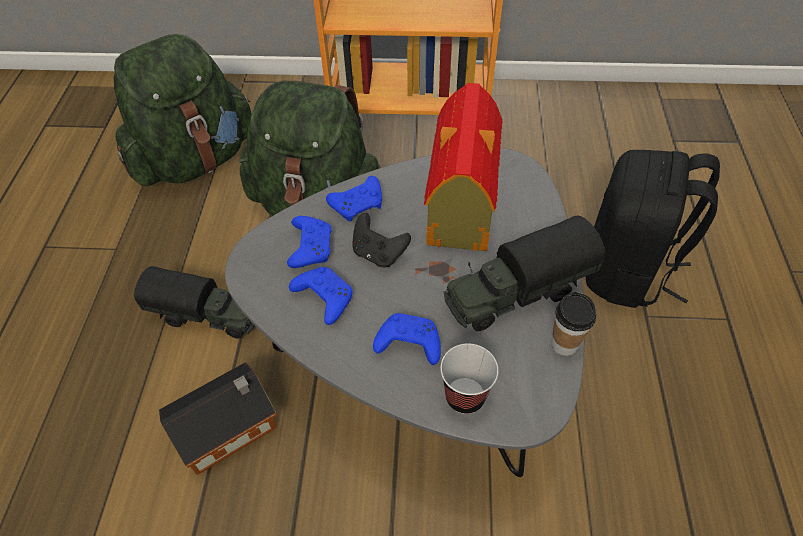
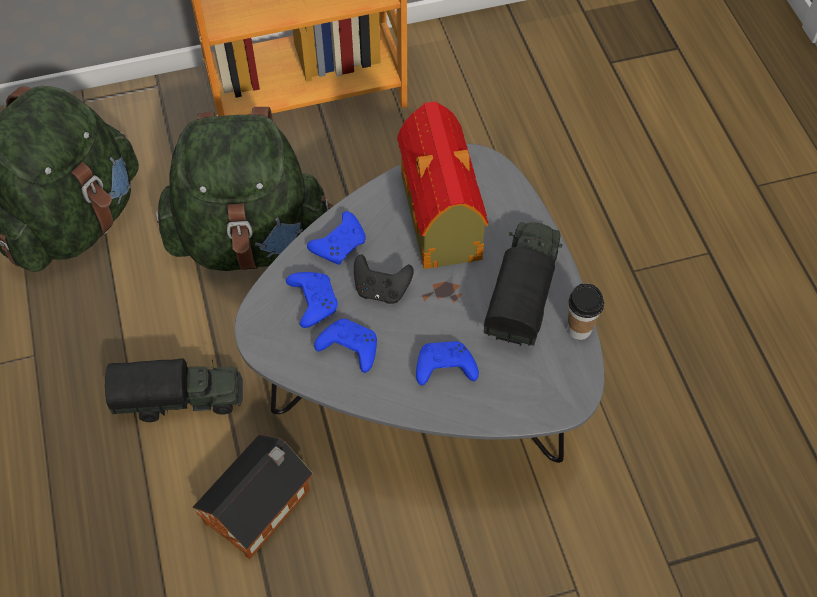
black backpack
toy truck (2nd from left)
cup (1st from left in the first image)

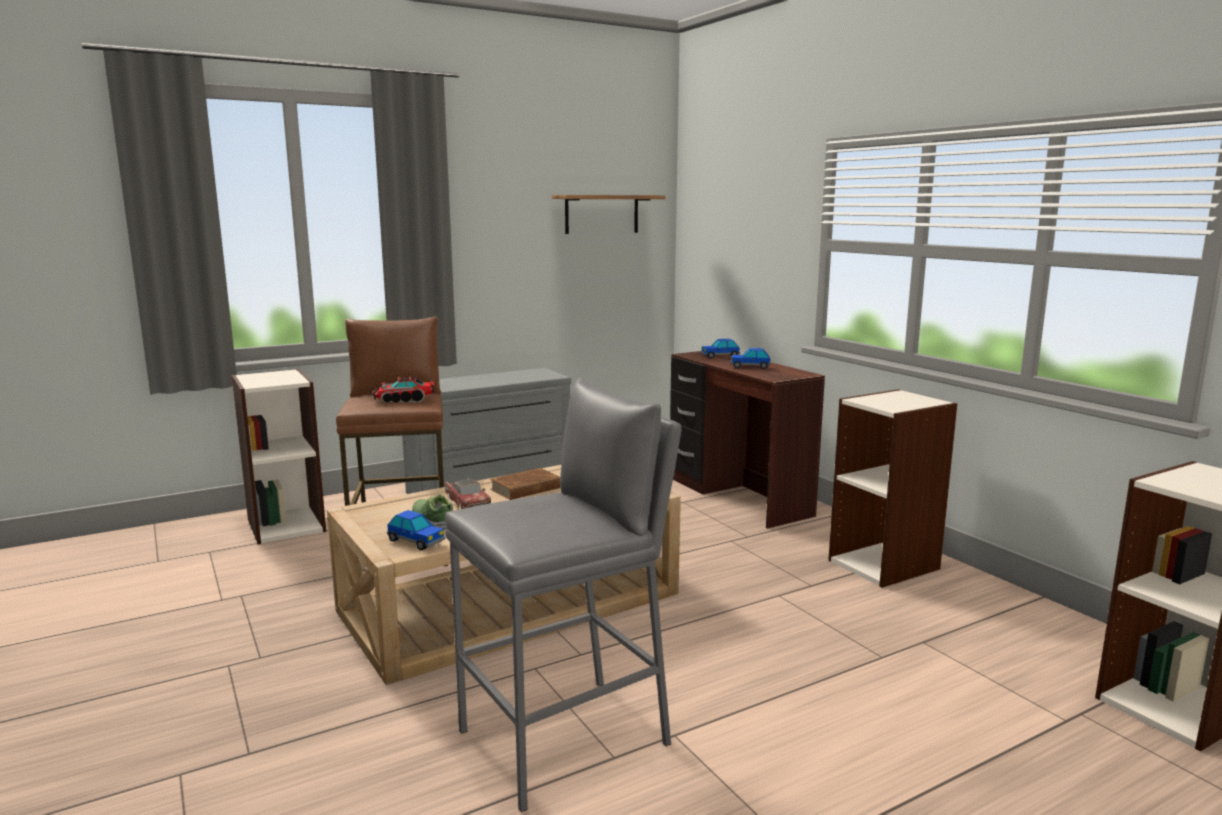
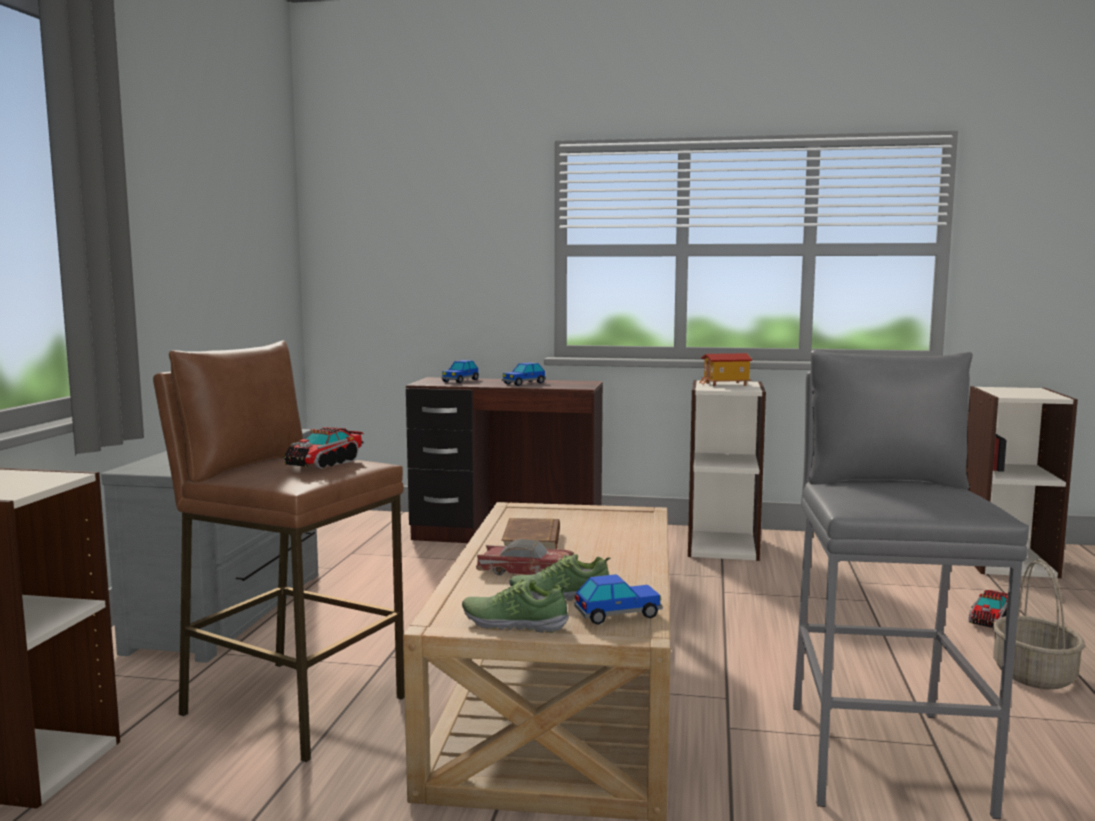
shelf
toy house
basket
shoe (1st from left)
toy truck (2nd from left)

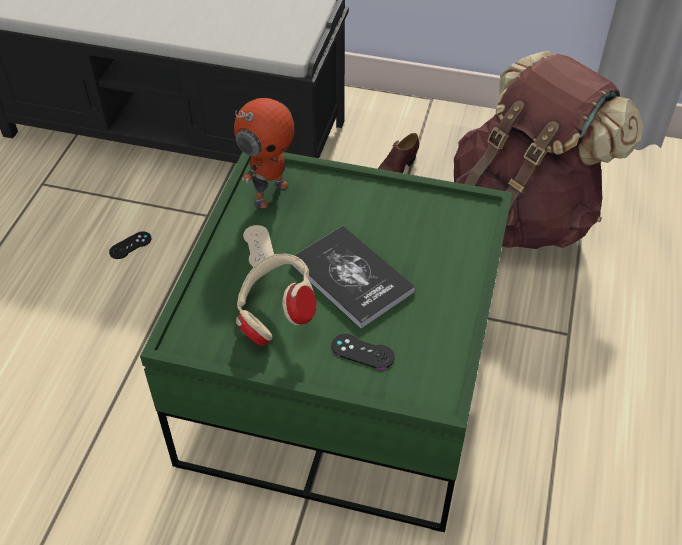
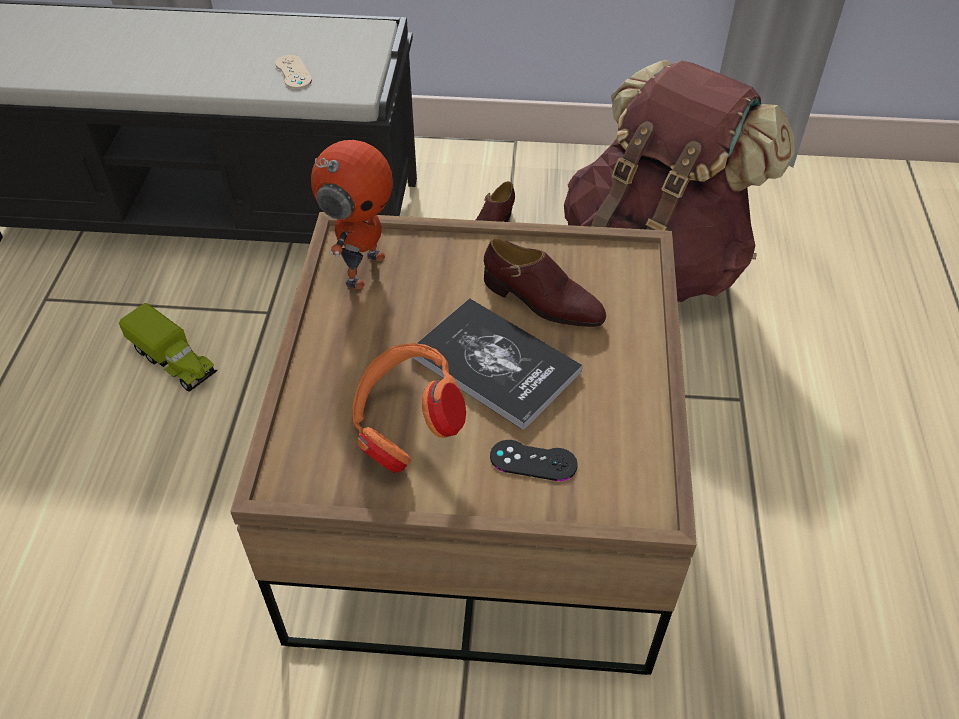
brown coffee table
beige game controller
toy truck
orange headphones
brown shoe (2nd from left)

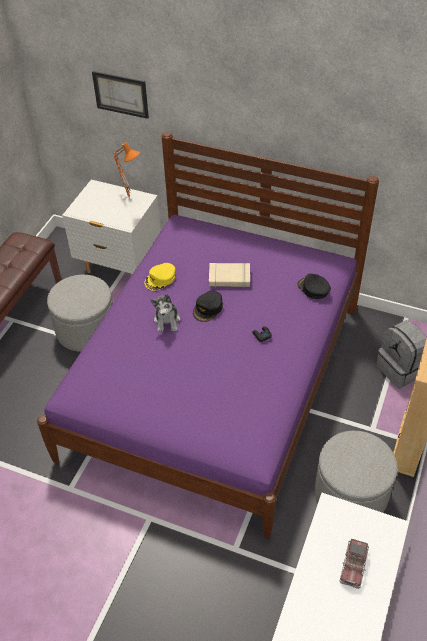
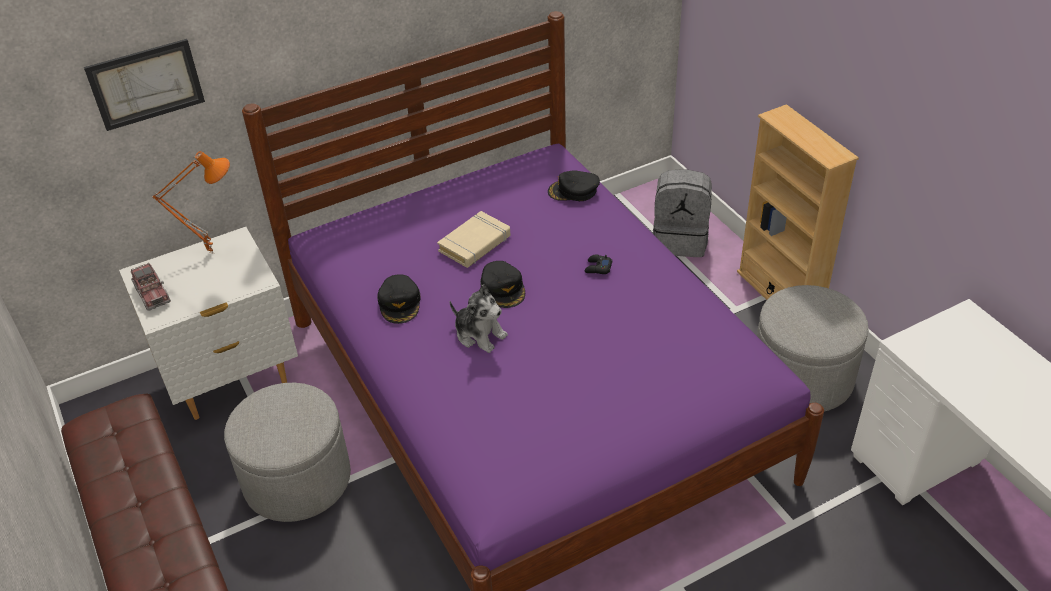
black cap (1st from left)
toy truck

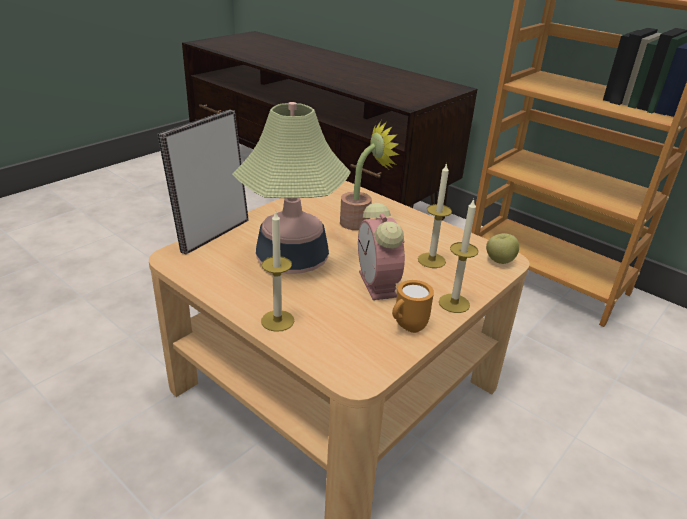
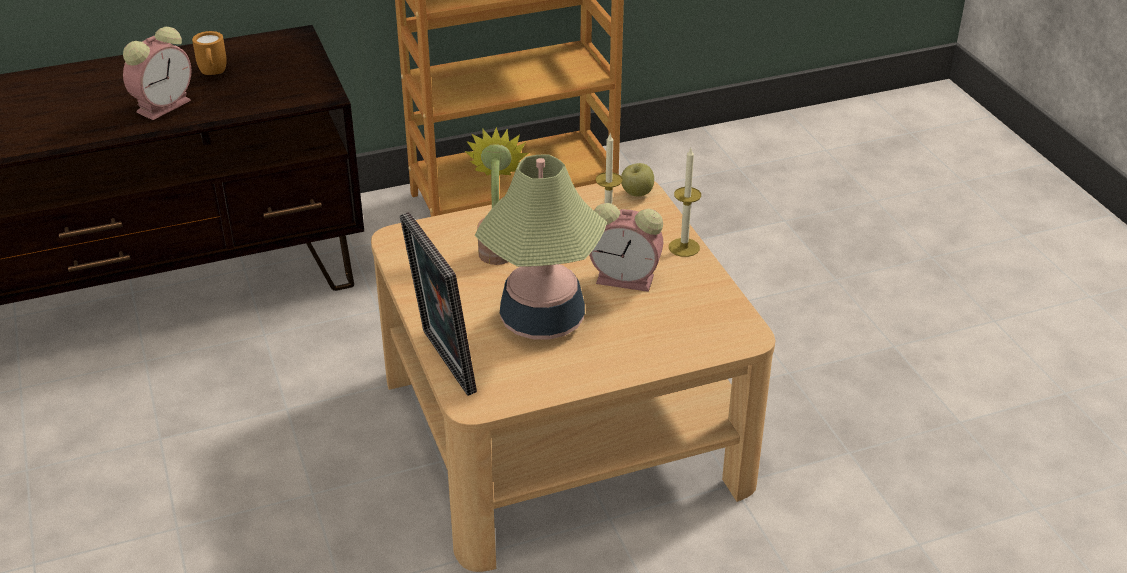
candle (1st from left in the first image)
orange mug
alarm clock (1st from left)

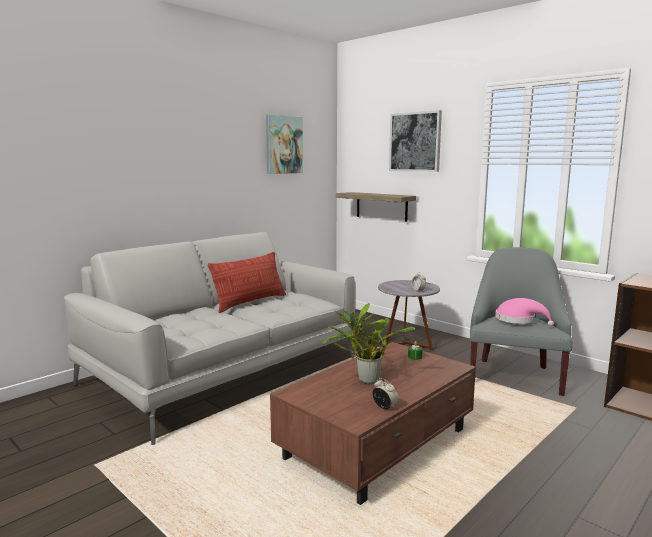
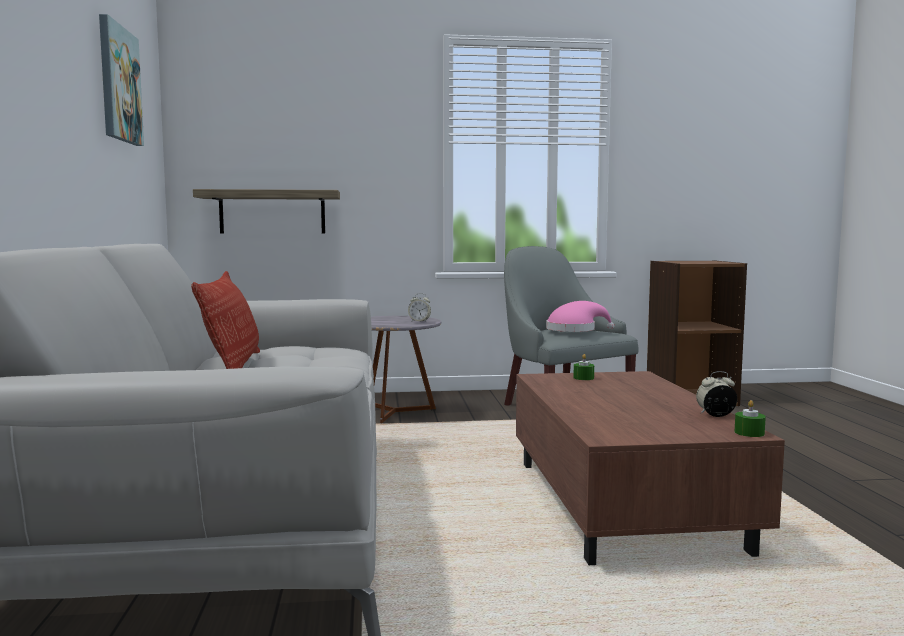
picture (2nd from left in the first image)
potted plant
green candle (2nd from left)

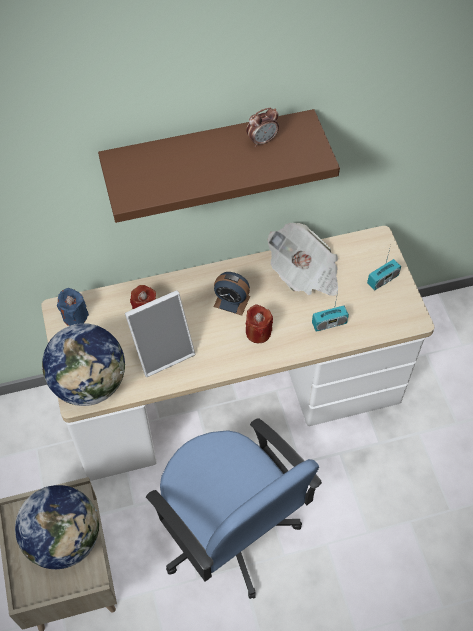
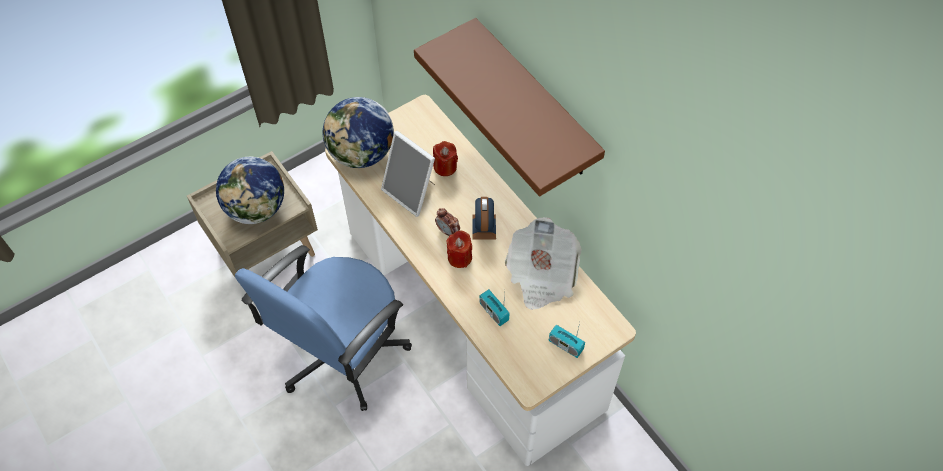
alarm clock (1st from left)
blue candle

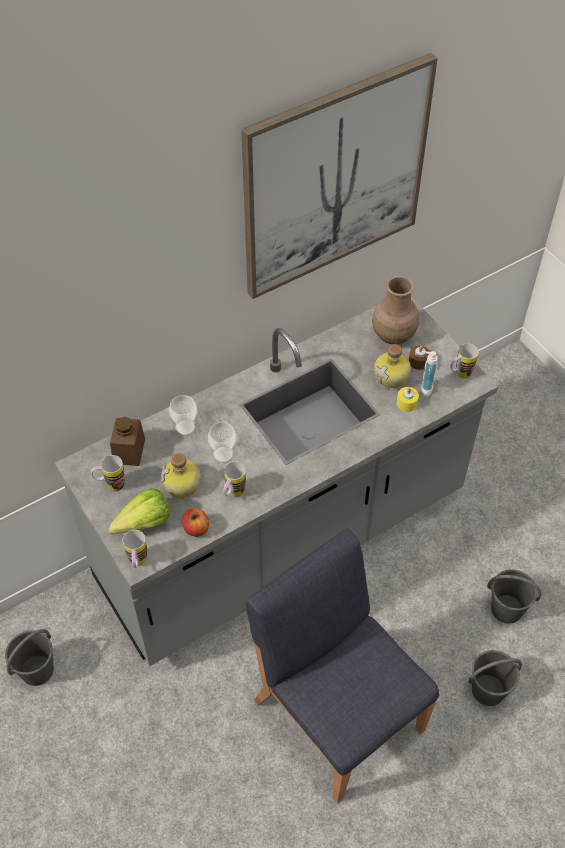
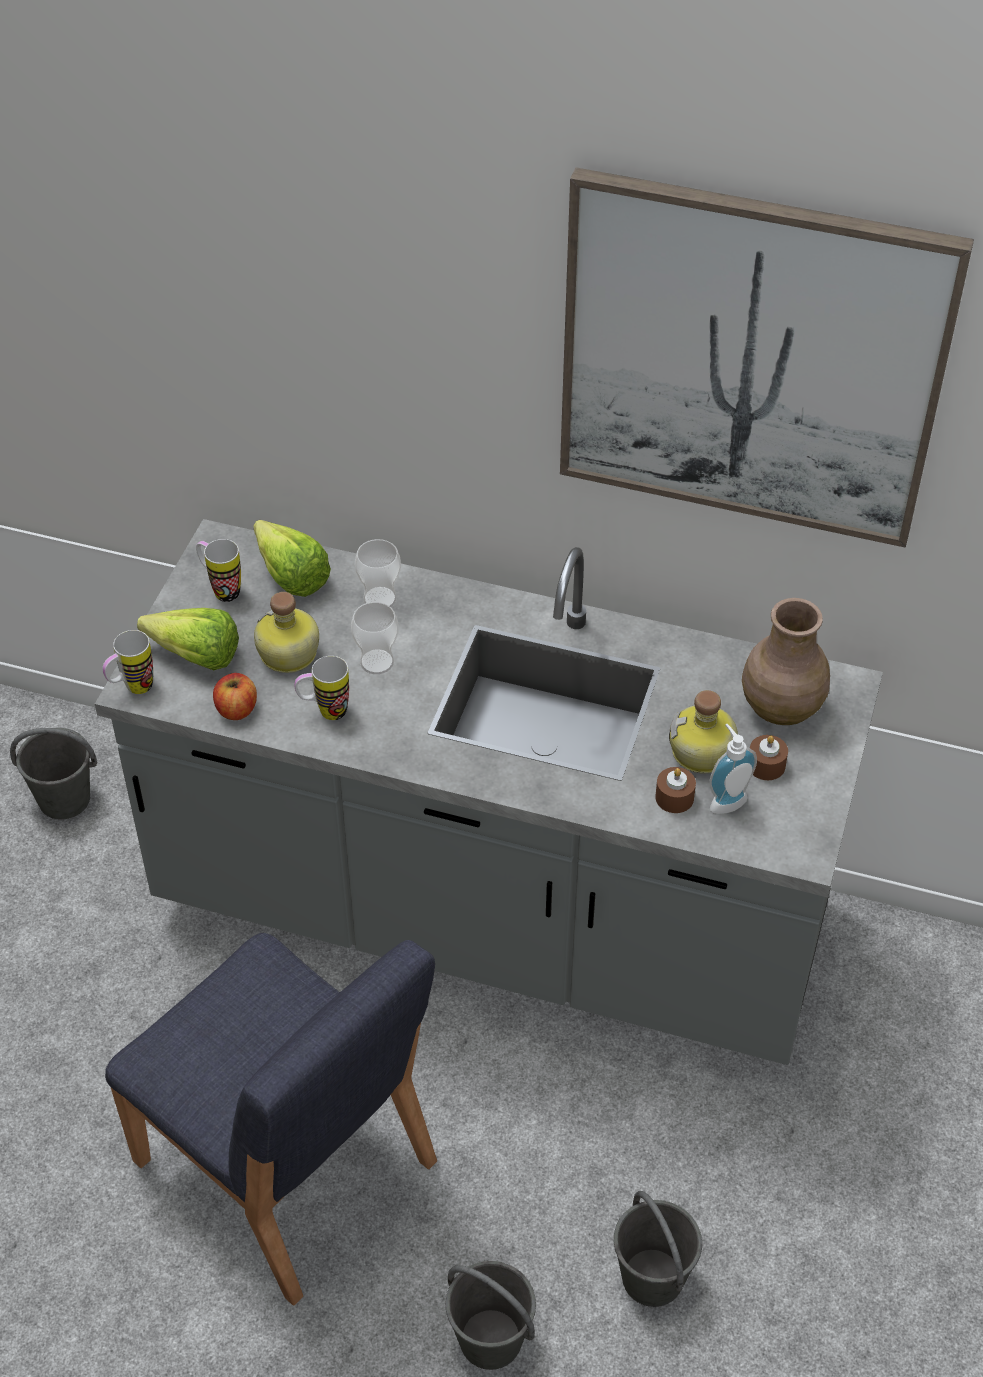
mug (4th from left in the first image)
brown candle (1st from left)
lettuce (2nd from left)
blue chair

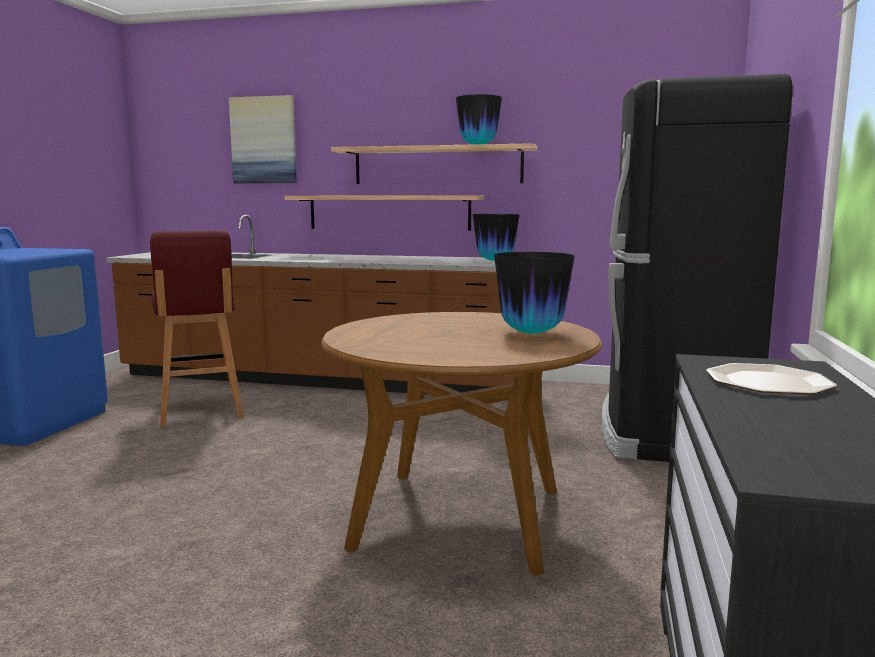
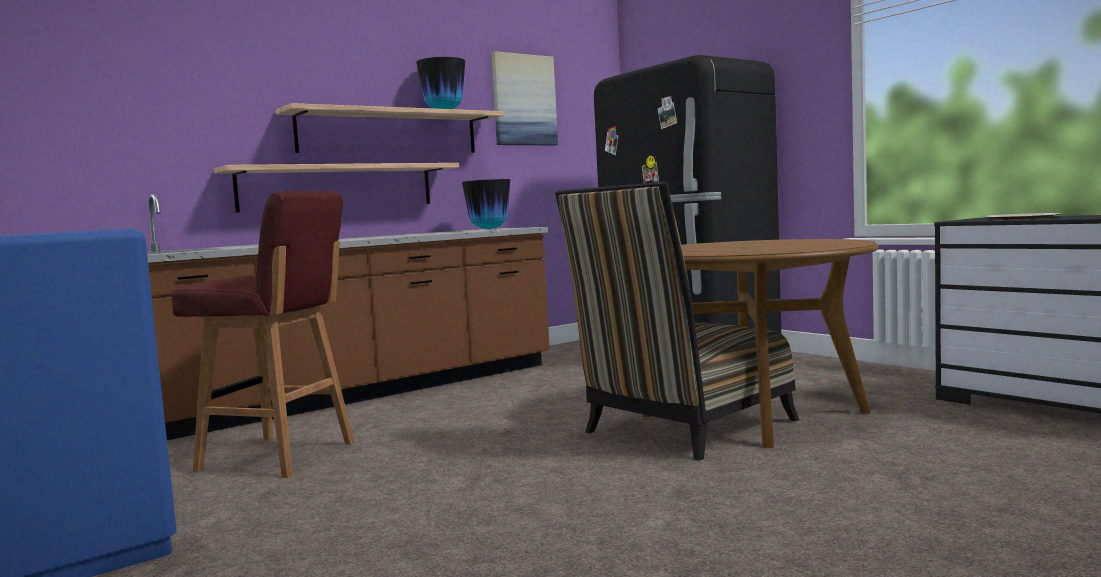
picture
vase (3rd from left in the first image)
chair

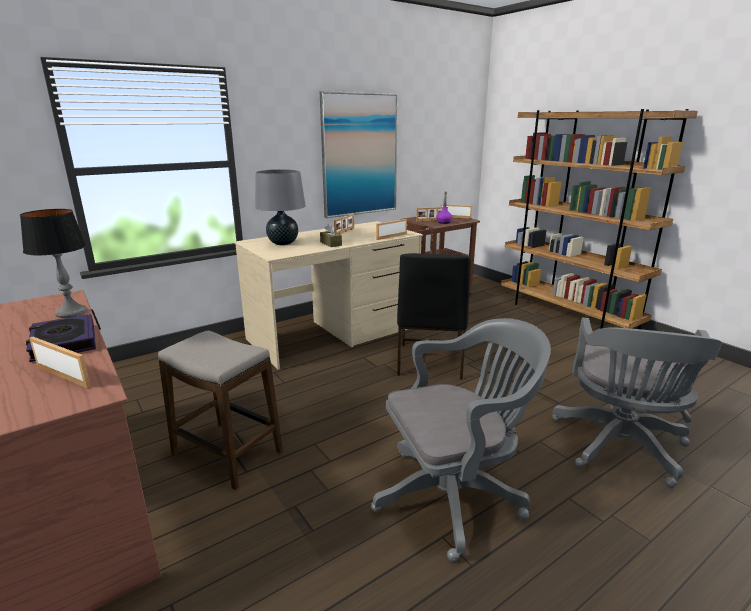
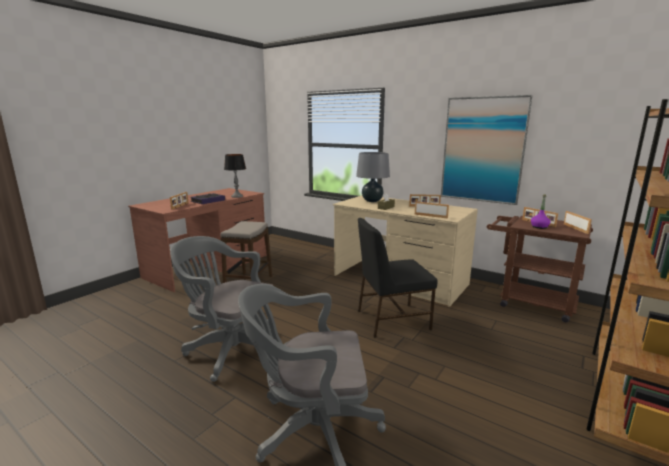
grey office chair (1st from left)

